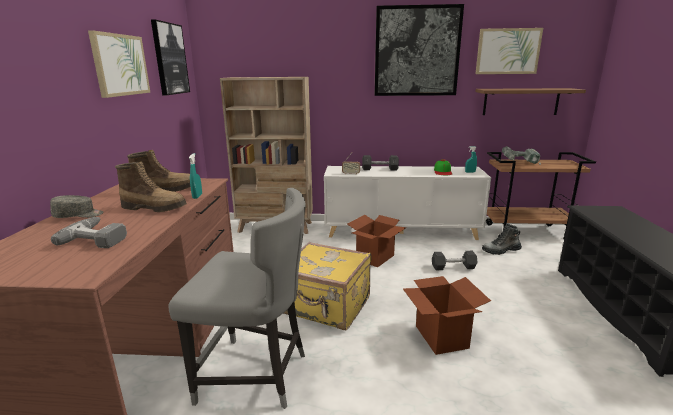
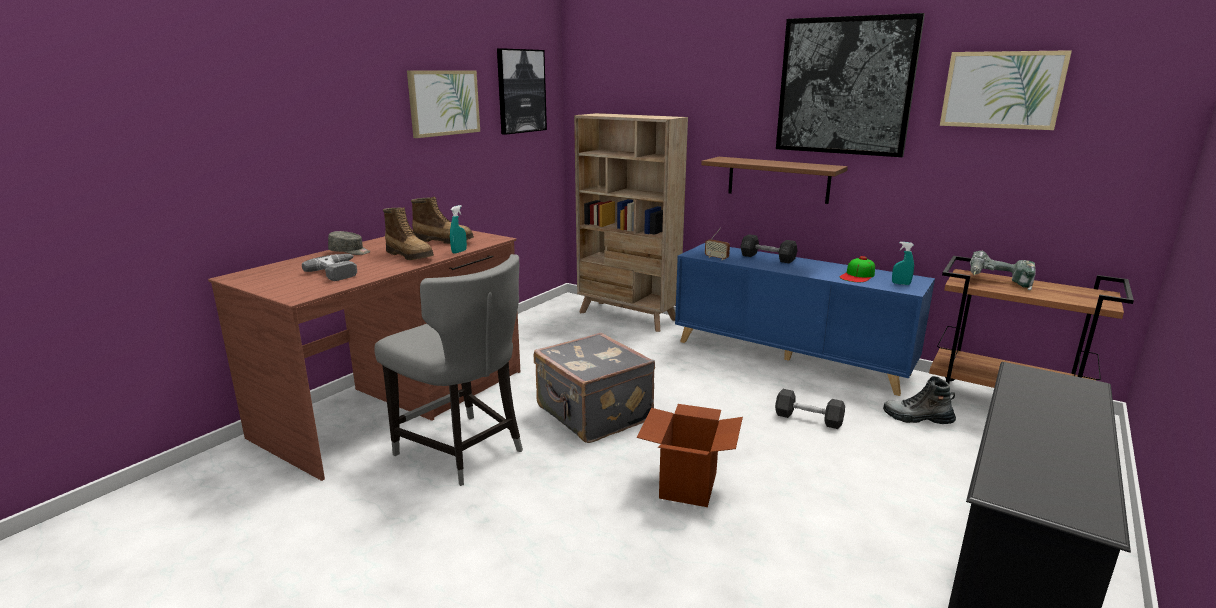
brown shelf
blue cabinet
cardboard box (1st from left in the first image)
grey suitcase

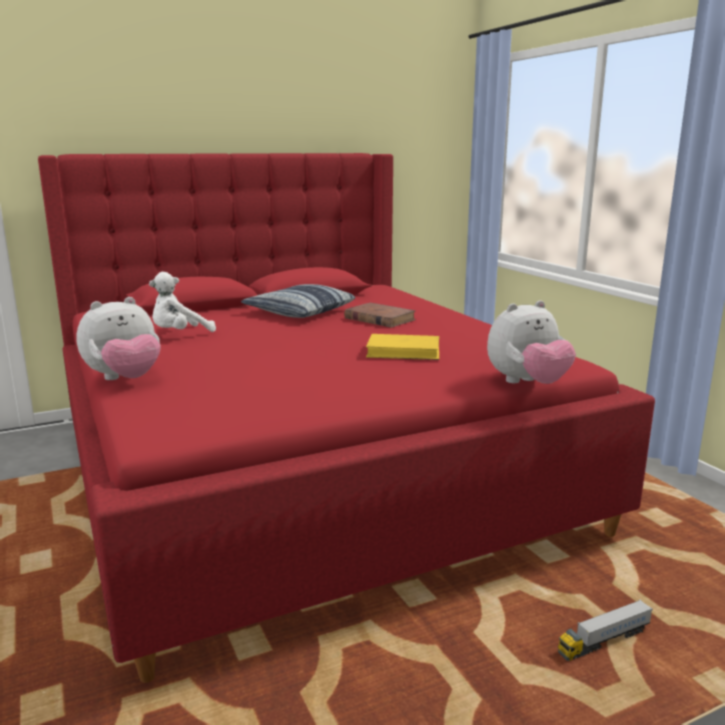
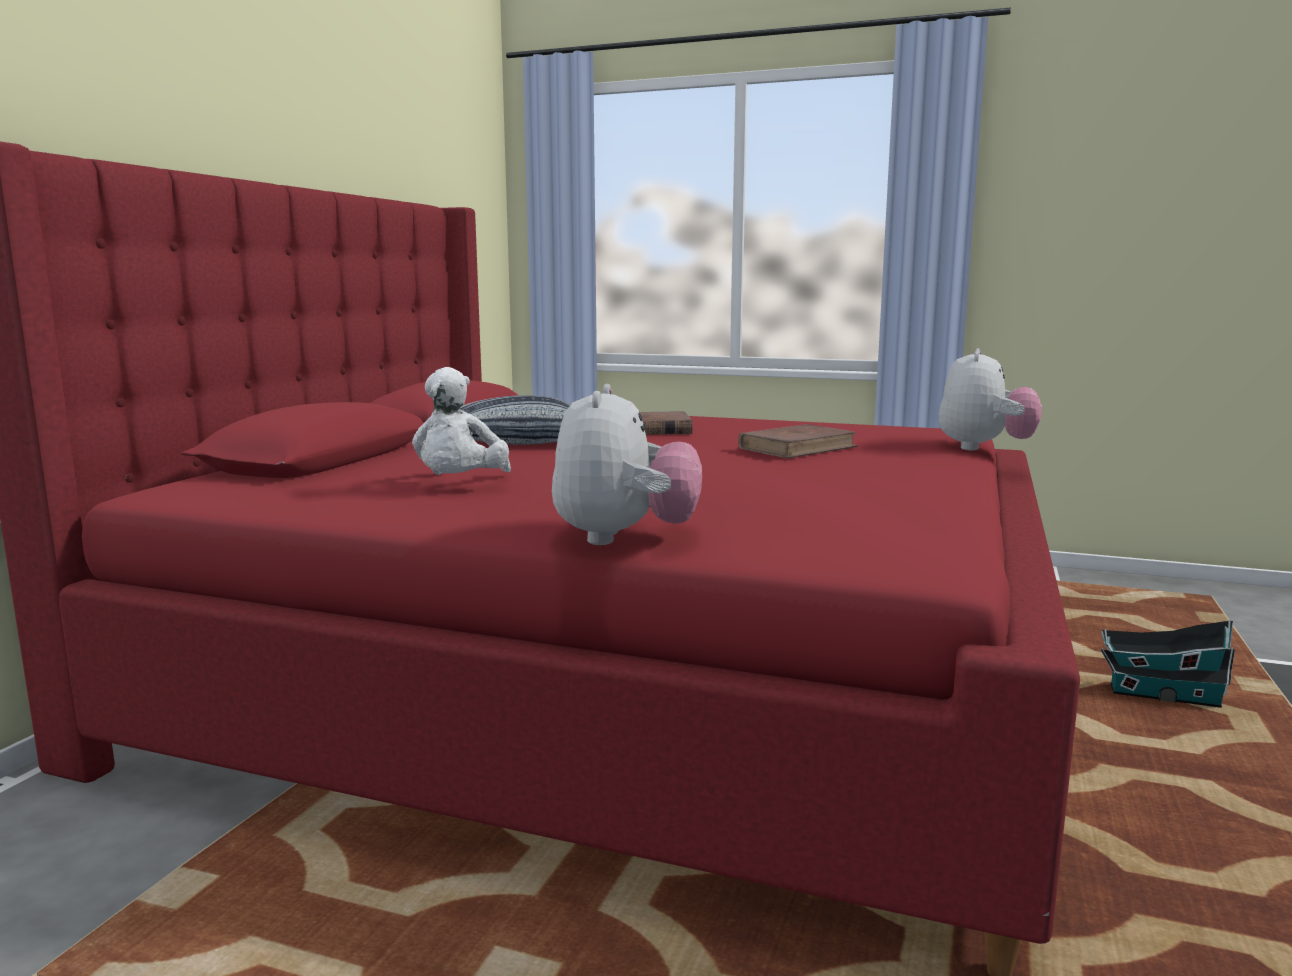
brown book (2nd from left)
toy house

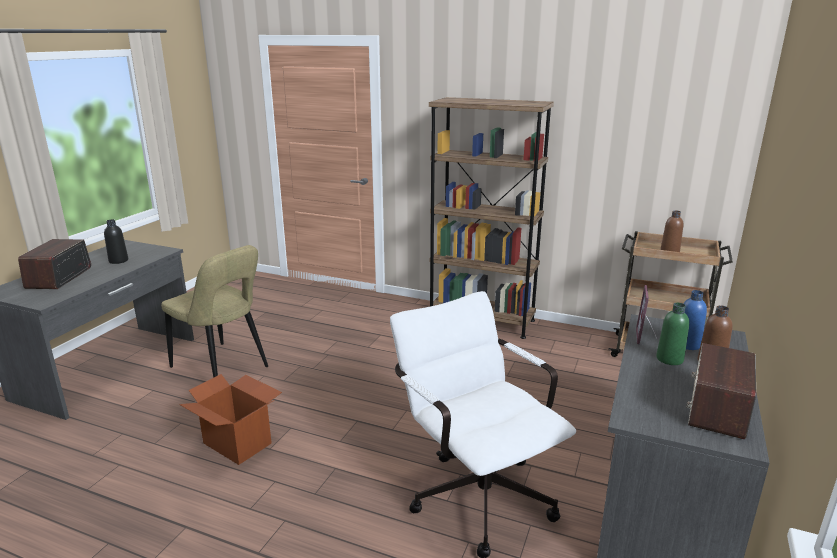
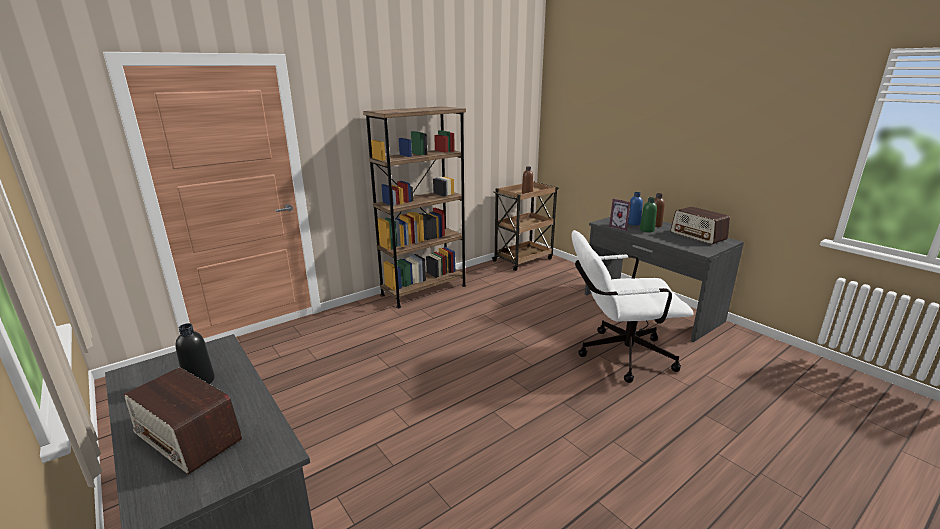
beige chair
cardboard box

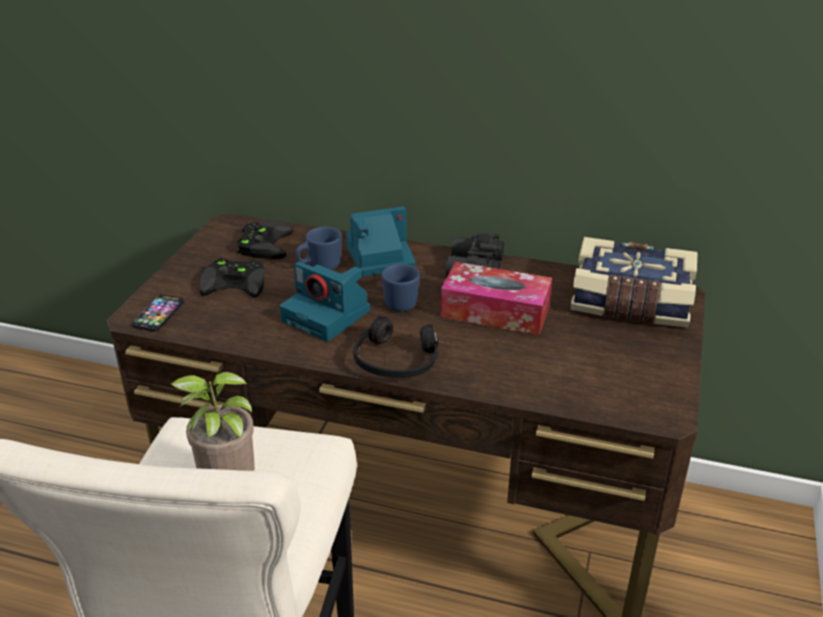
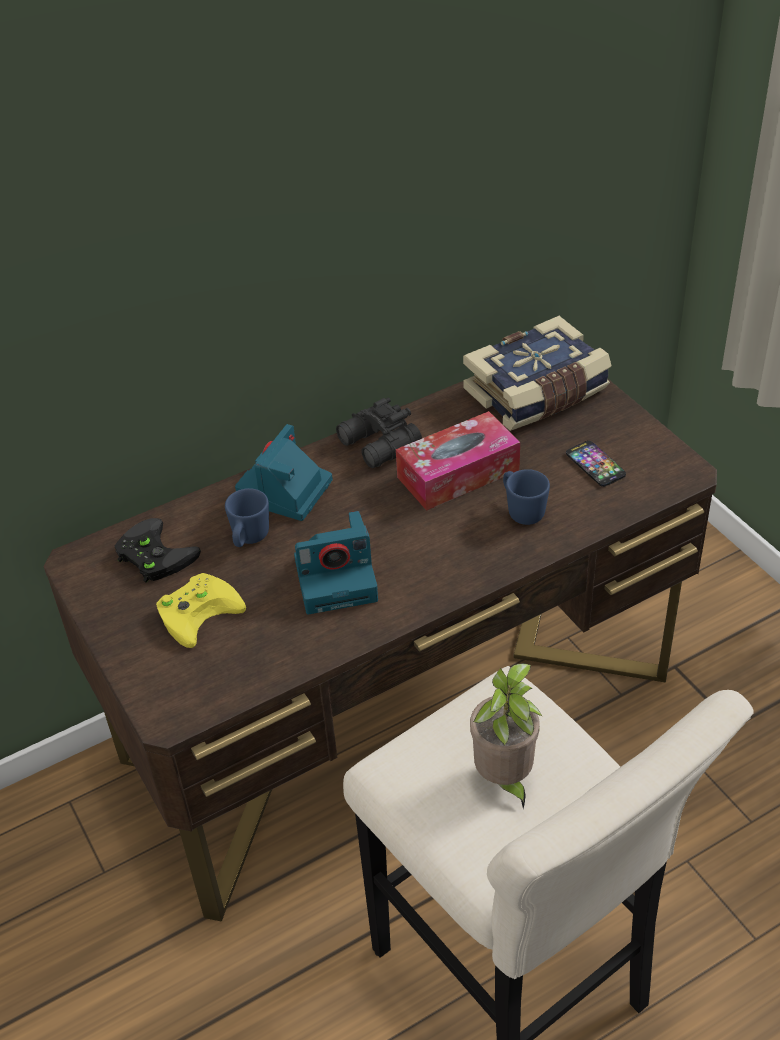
yellow game controller
blue mug (2nd from left)
phone
black headphones

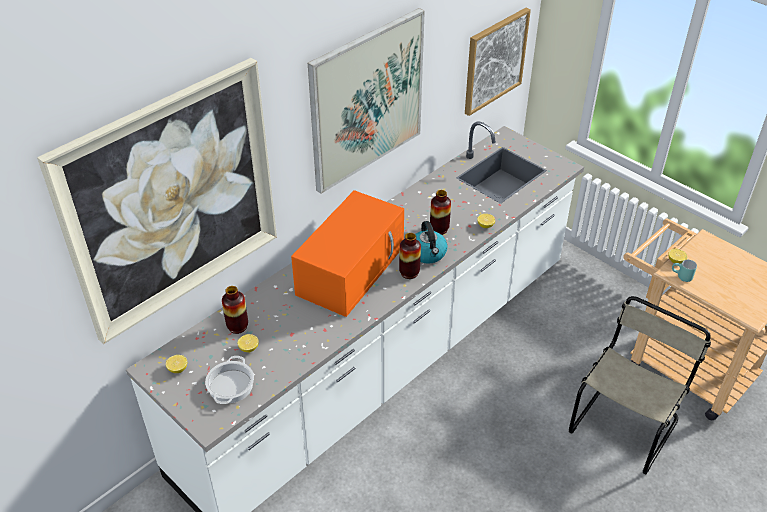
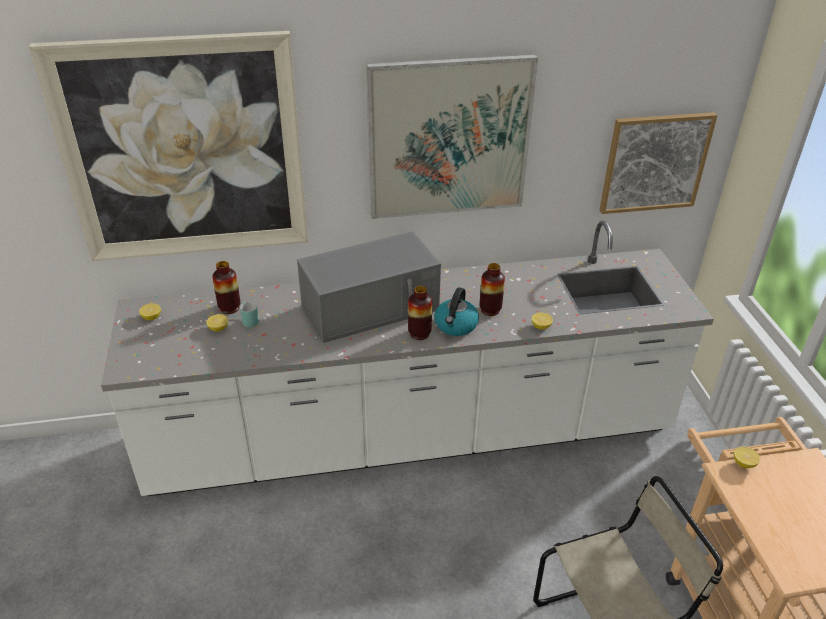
grey microwave
turquoise mug
cooking pot

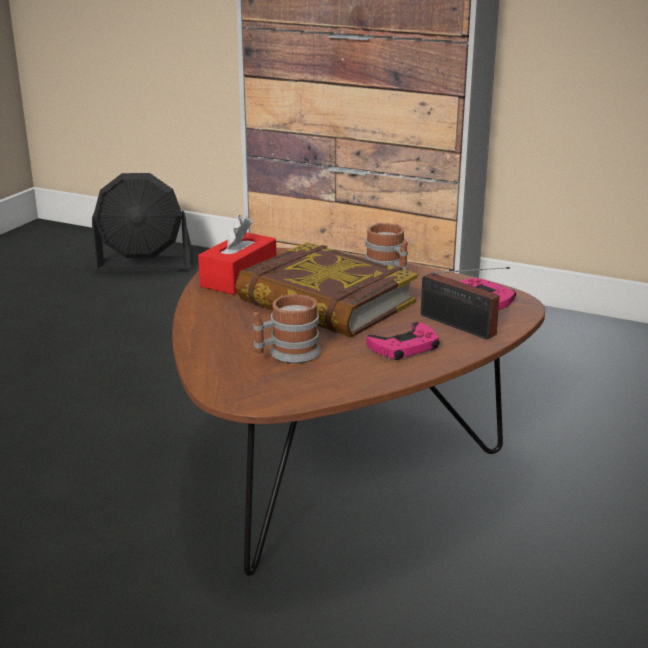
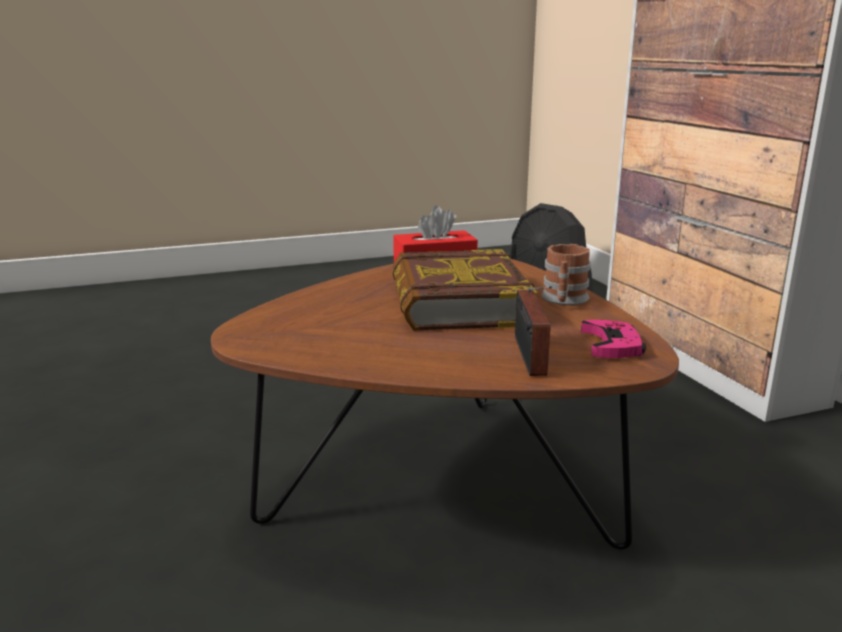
mug (1st from left in the first image)
pink game controller (1st from left in the first image)

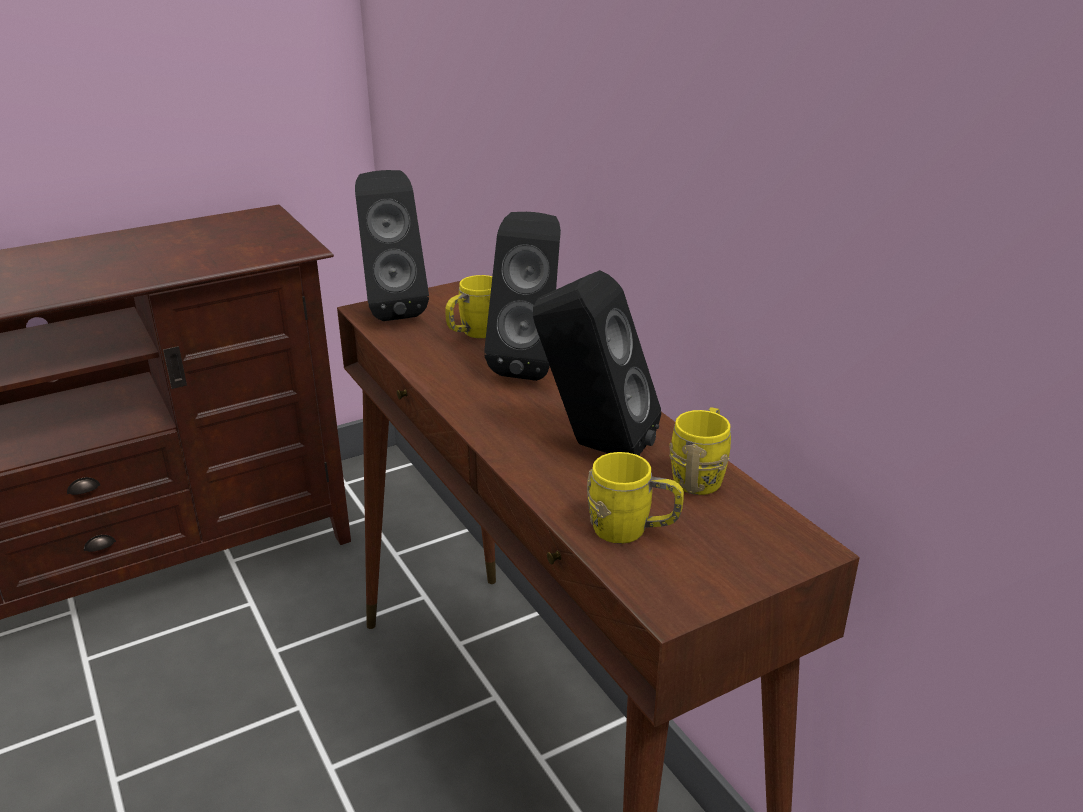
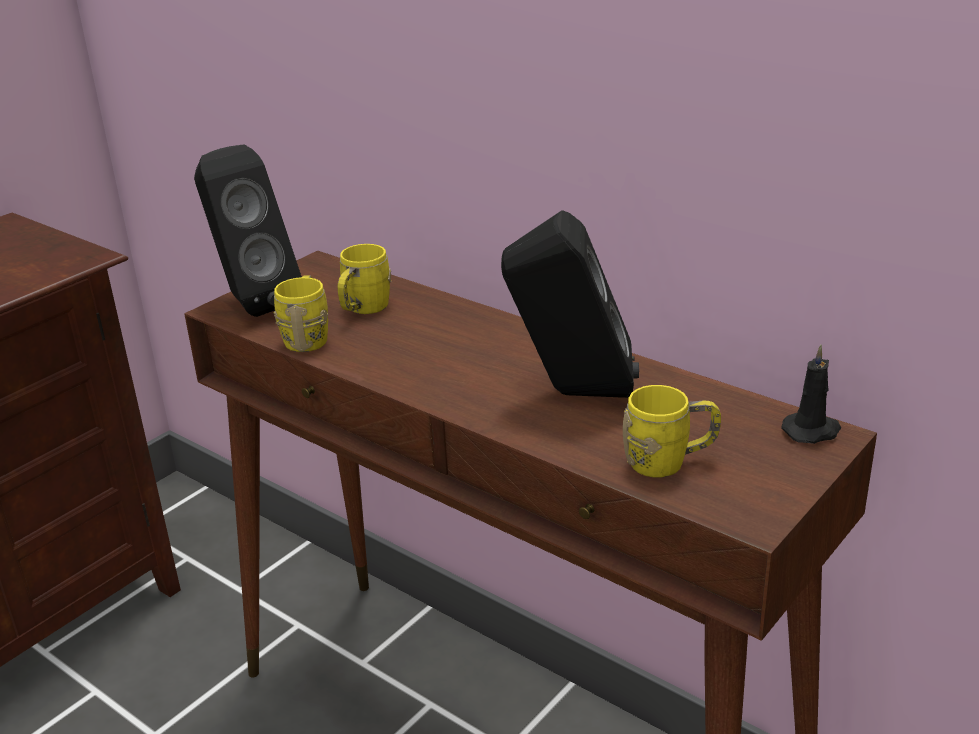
black speaker (2nd from left in the first image)
yellow mug (1st from left)
black candle

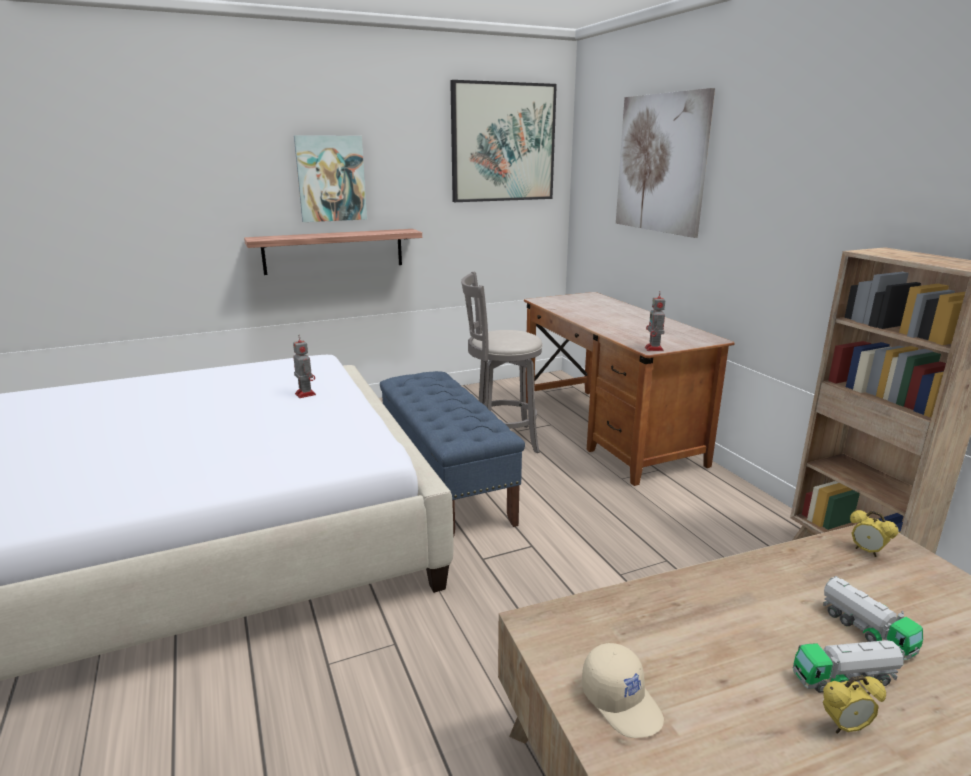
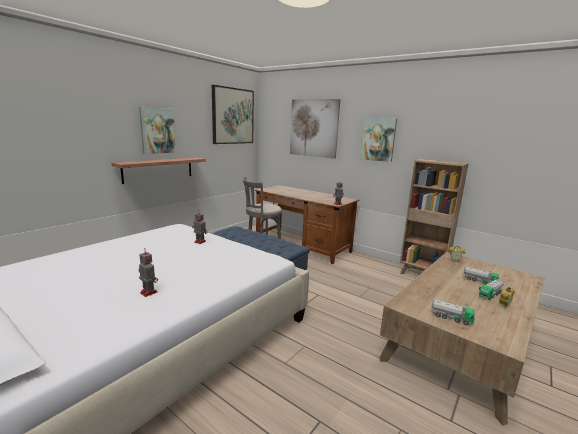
toy truck (1st from left)
picture (4th from left)
toy robot (1st from left)

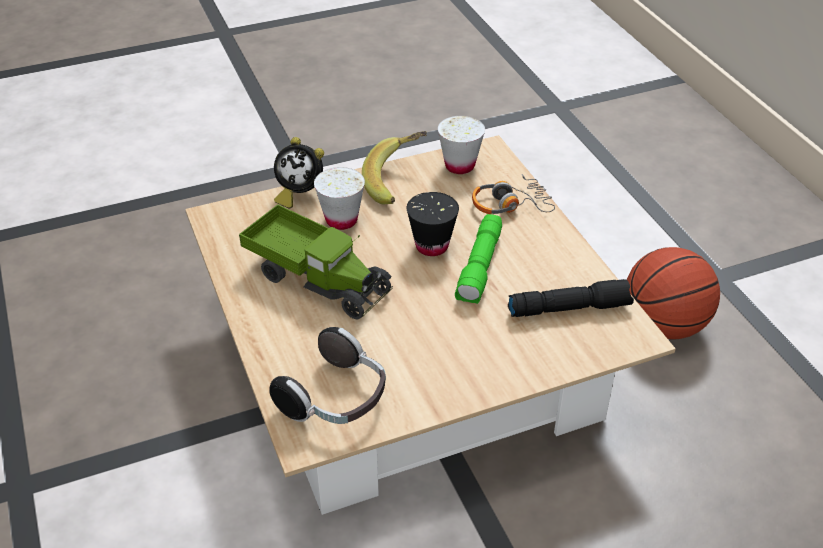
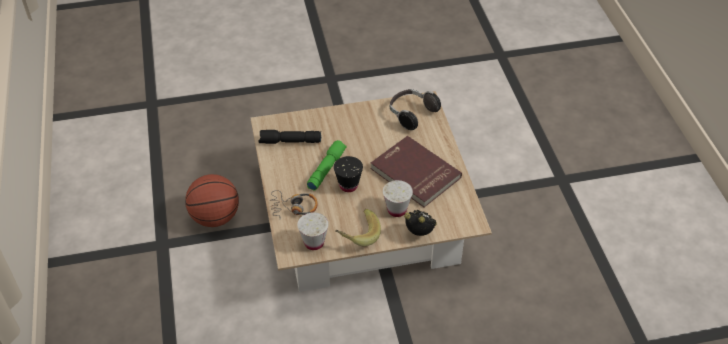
red book

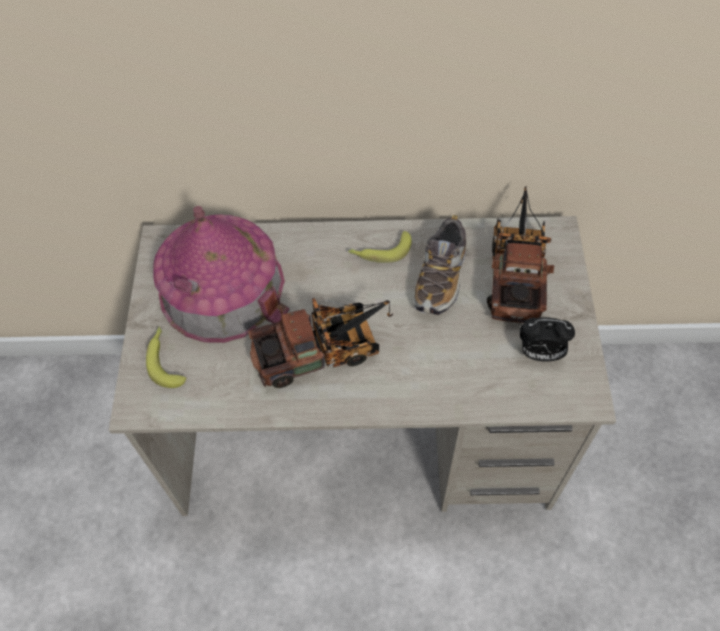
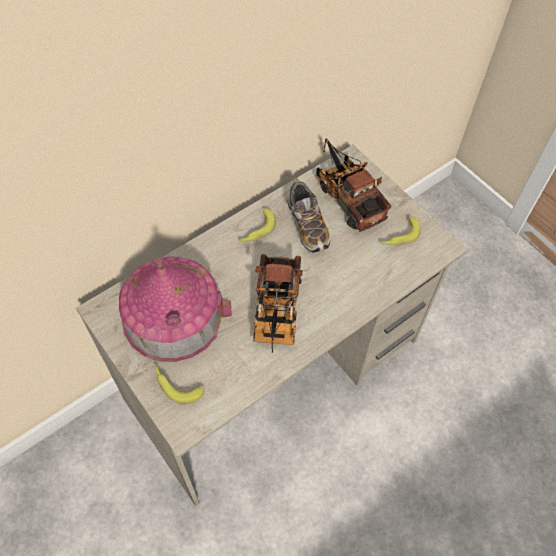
toy truck (1st from left)
banana (3rd from left)

